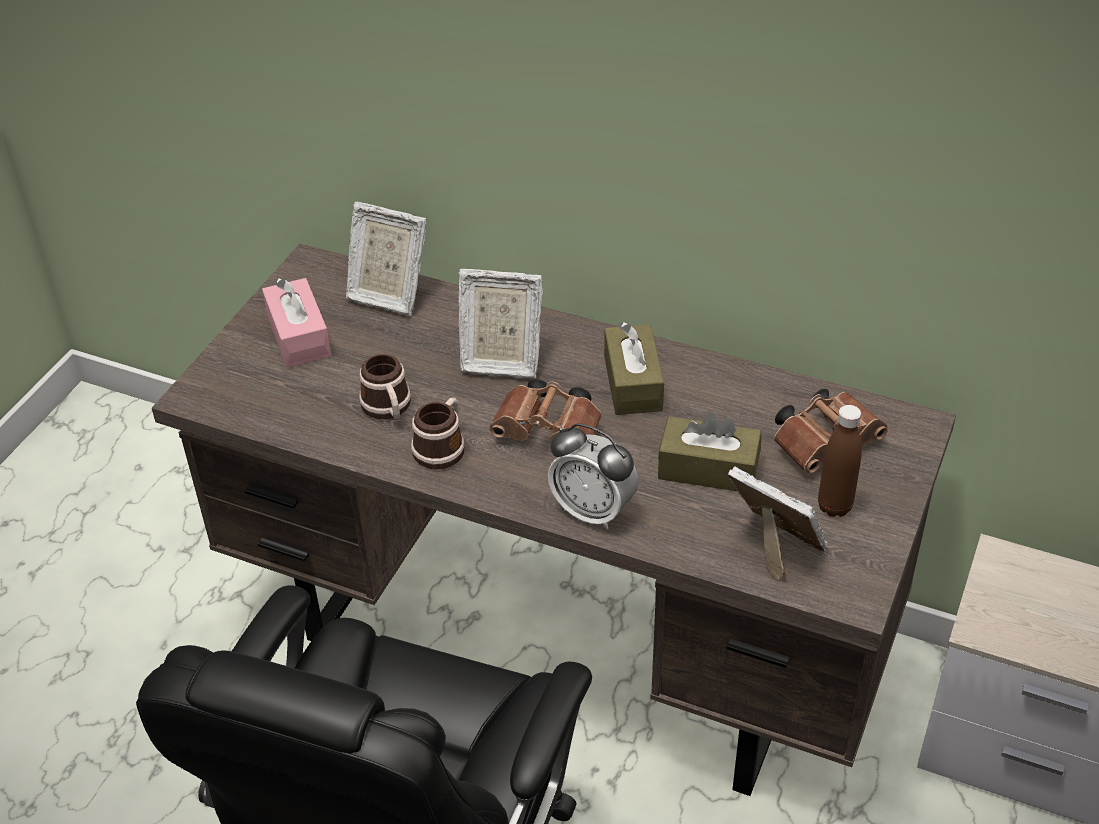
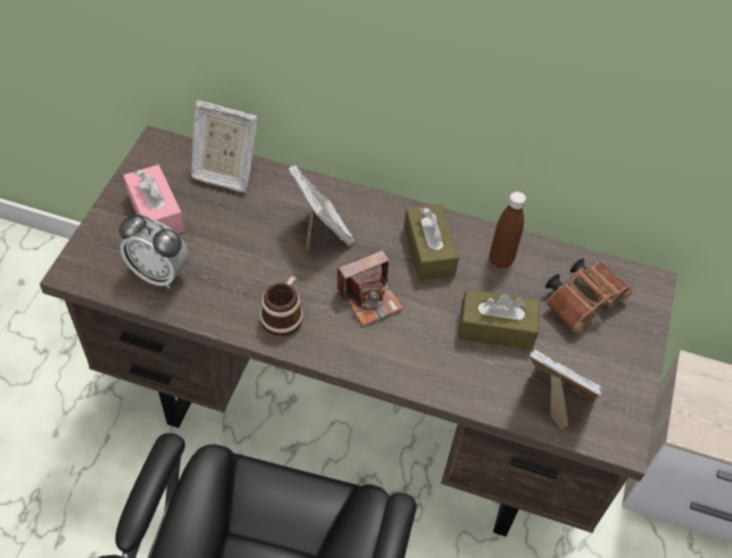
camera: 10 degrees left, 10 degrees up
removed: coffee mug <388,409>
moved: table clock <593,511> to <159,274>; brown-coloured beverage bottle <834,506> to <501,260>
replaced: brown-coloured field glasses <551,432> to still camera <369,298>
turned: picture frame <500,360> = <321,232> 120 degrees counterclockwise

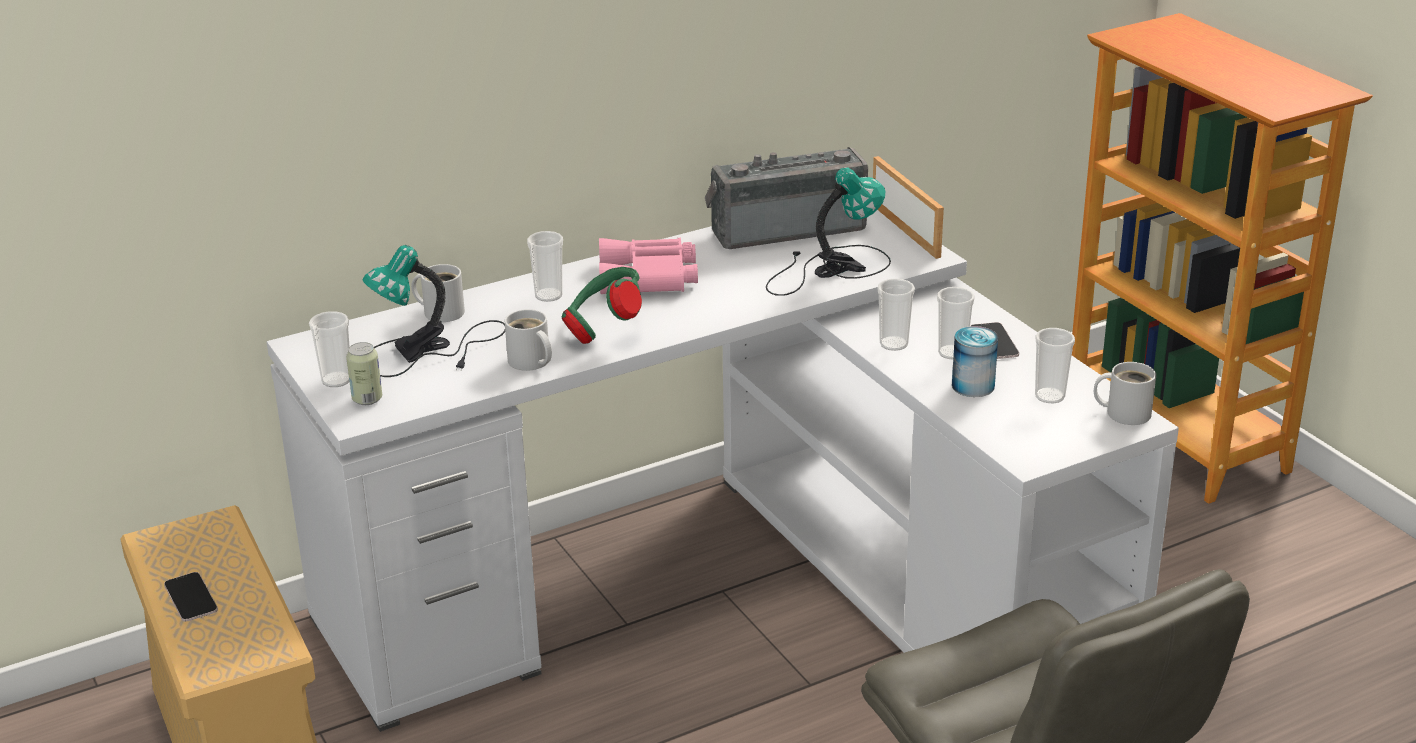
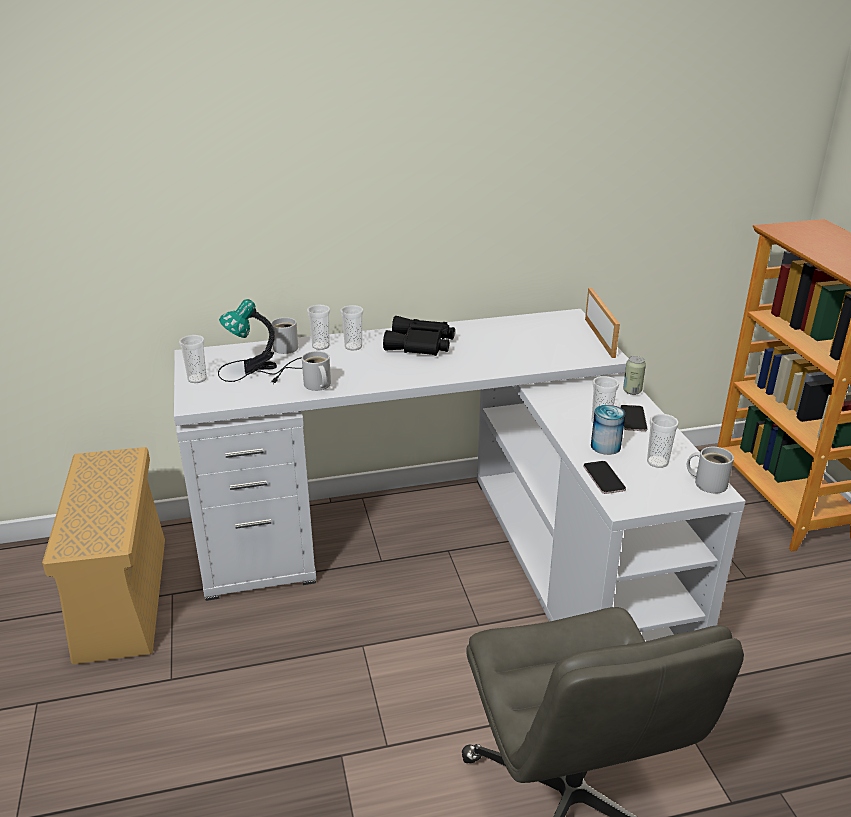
camera: 15 degrees right, 0 degrees up
removed: greenish pair of headphones <603,329>; radio <786,228>; tabletop lamp <829,268>
moved: drinking cup <893,344> to <321,346>; telephone <191,598> to <604,478>; metal can <367,399> to <632,391>
recoloured: pink-coloured field glasses <649,278> to black-coloured field glasses <420,345>

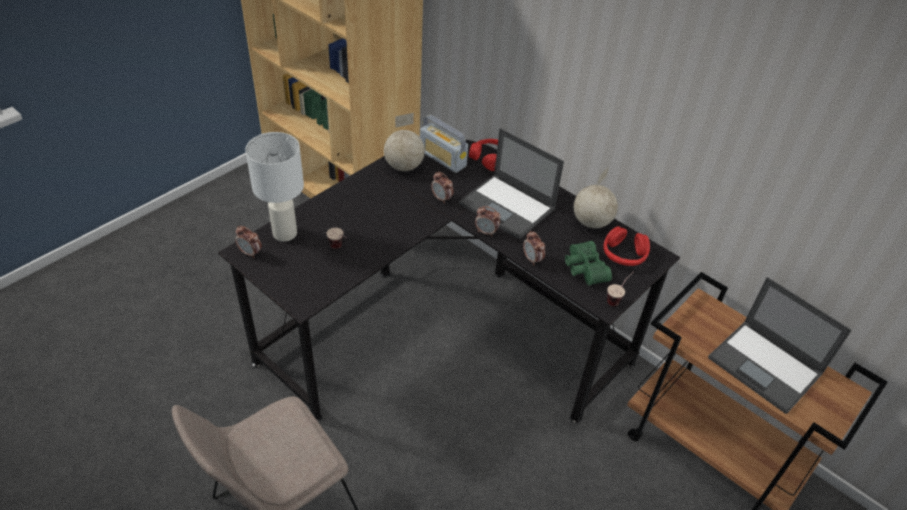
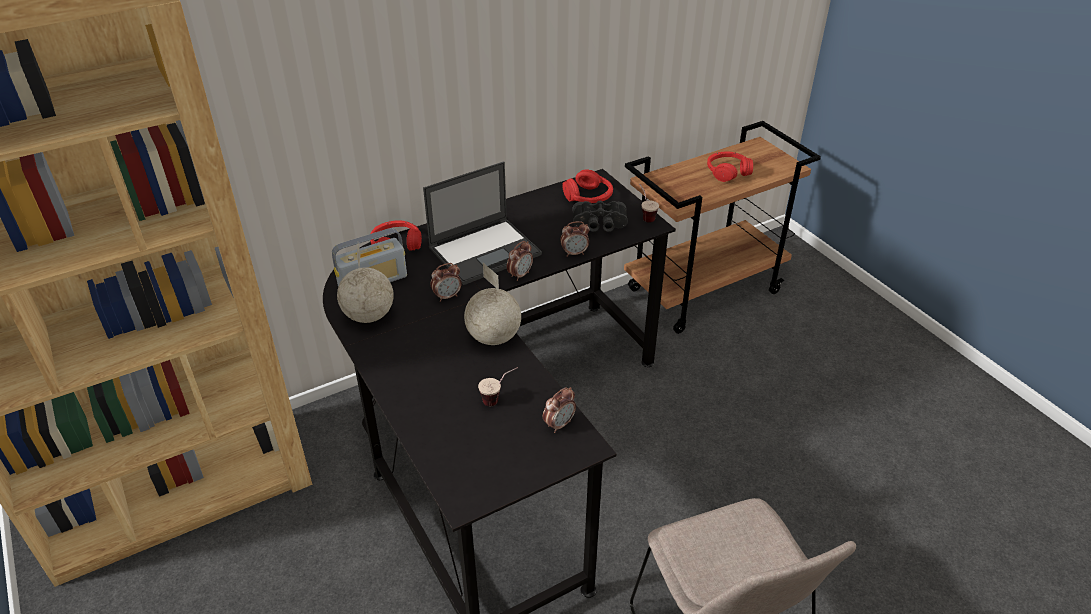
camera: 70 degrees left, 5 degrees down
removed: white tabletop lamp <285,233>
moved: globe <590,222> to <493,338>; table clock <250,253> to <559,424>
replaced: portable computer <766,367> to red-coloured pair of headphones <727,172>
recoloured: greenish field glasses <583,269> to black-coloured field glasses <599,225>

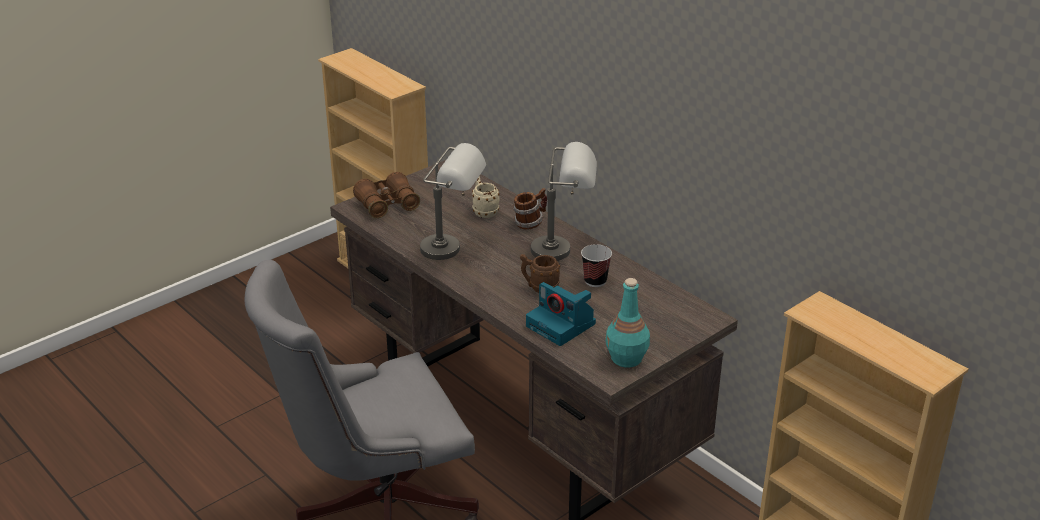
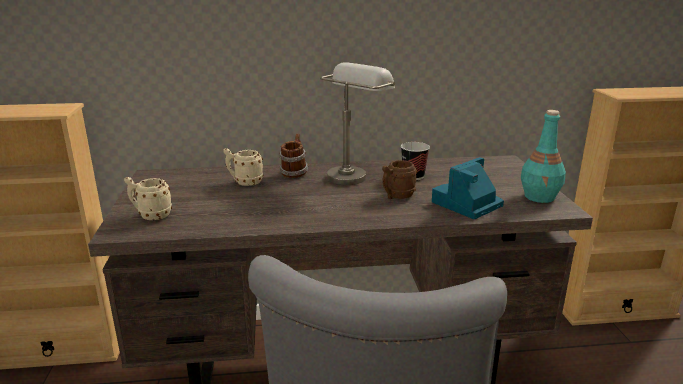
camera: 55 degrees left, 10 degrees down
removed: gray tabletop lamp <453,250>
replaced: brown-coloured field glasses <387,205> to beige coffee mug <150,215>
turned: still camera <562,325> = <466,204> 150 degrees clockwise

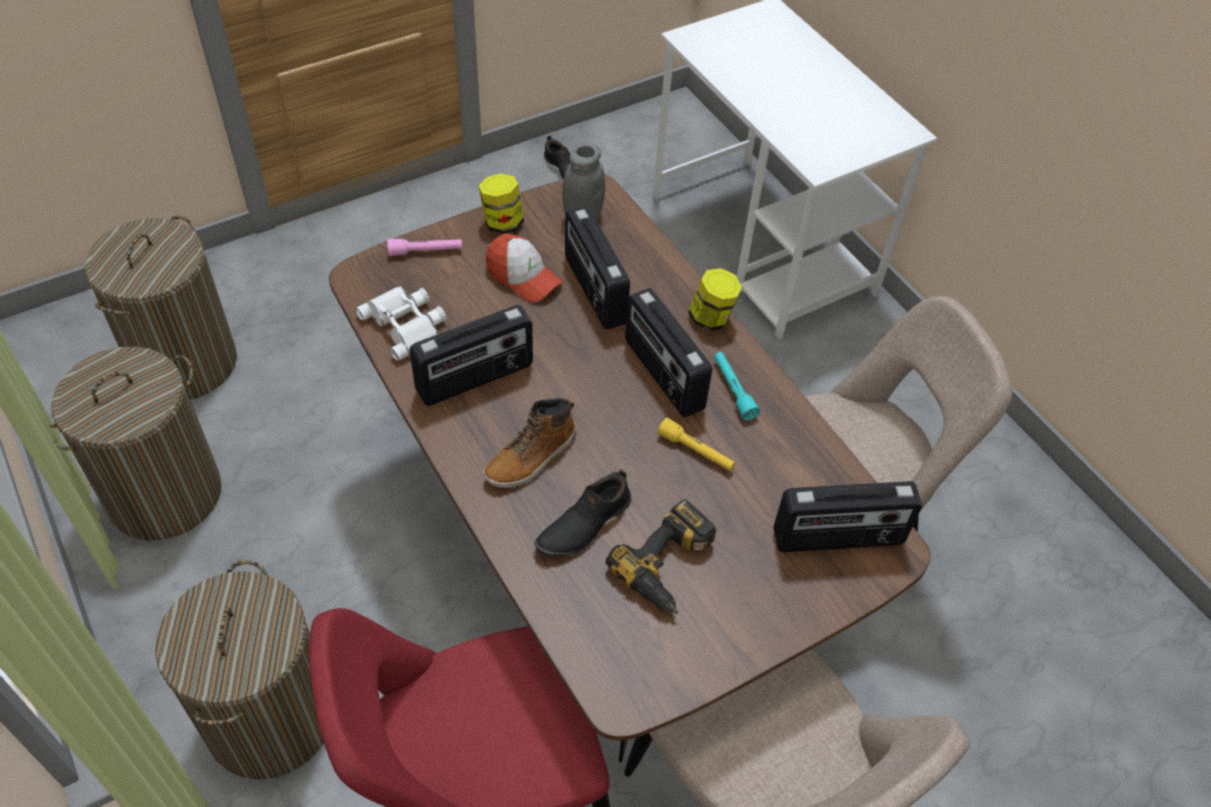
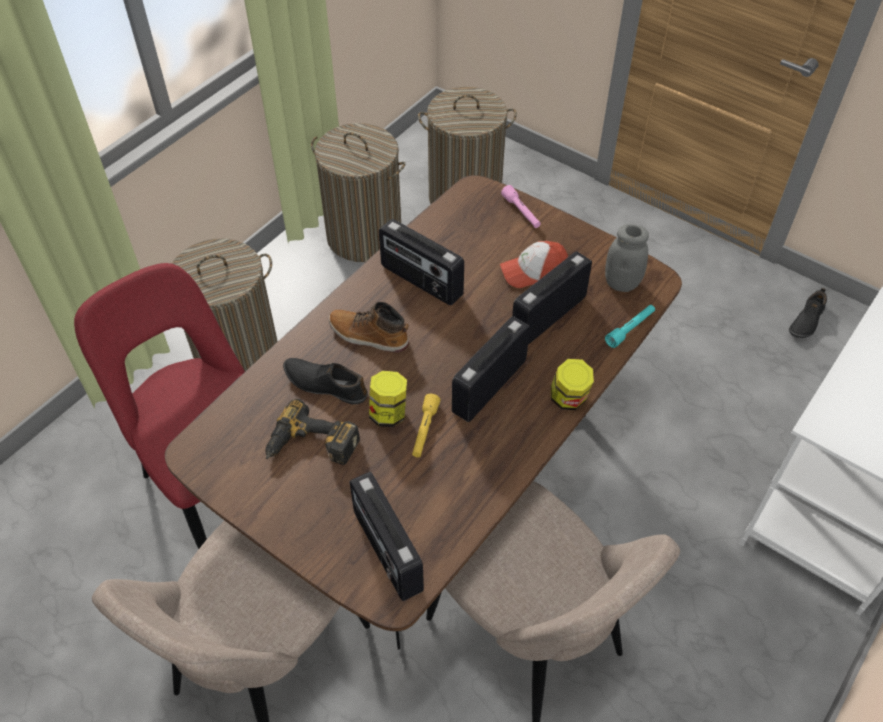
camera: 70 degrees right, 0 degrees up
removed: white field glasses <407,324>
moved: jar <502,223> to <389,413>; turquoise hand torch <733,390> to <630,329>
turned: peaked cap <523,277> = <533,271> 60 degrees clockwise

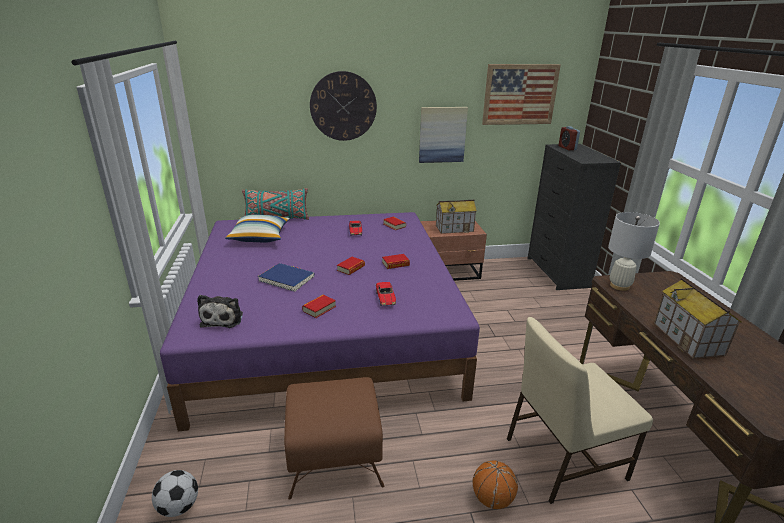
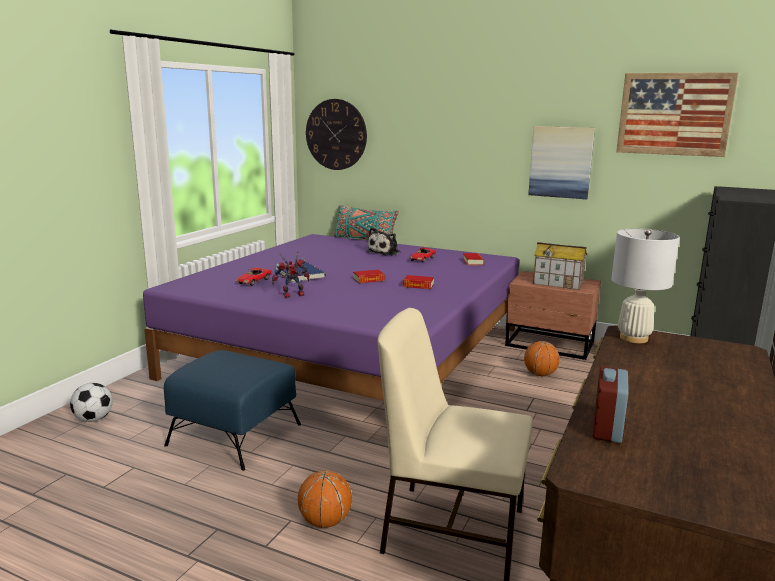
camera: 35 degrees right, 10 degrees down
removed: pillow <260,237>; toy house <688,339>
added: basketball ball <540,374>
moved: model car <385,298> to <254,281>; clock on the wall <343,106> to <336,134>; cuddly toy <223,318> to <385,252>; table clock <567,148> to <607,429>
replaced: bound book <319,309> to toy robot <291,296>
recoloured: brown-coloured pouffe <335,455> to bluish pouffe <235,435>

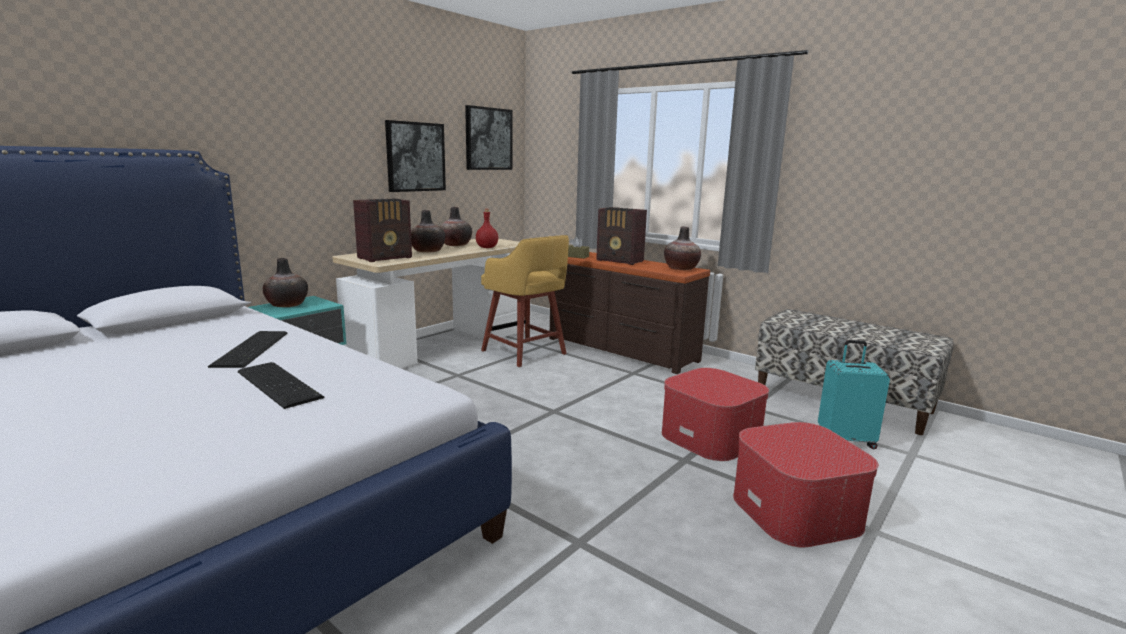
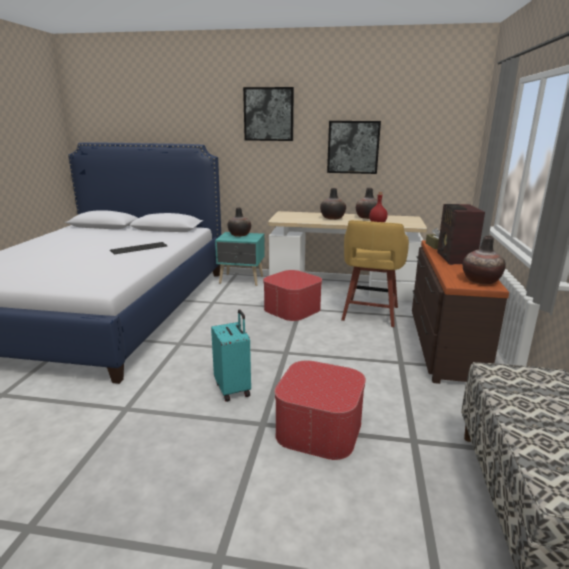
camera: 60 degrees right, 5 degrees up
removed: PC keyboard <280,383>; radio <386,258>
moved: turquoise travel case <845,440> to <233,389>; wall picture <488,139> to <268,114>; pouffe <796,510> to <292,309>

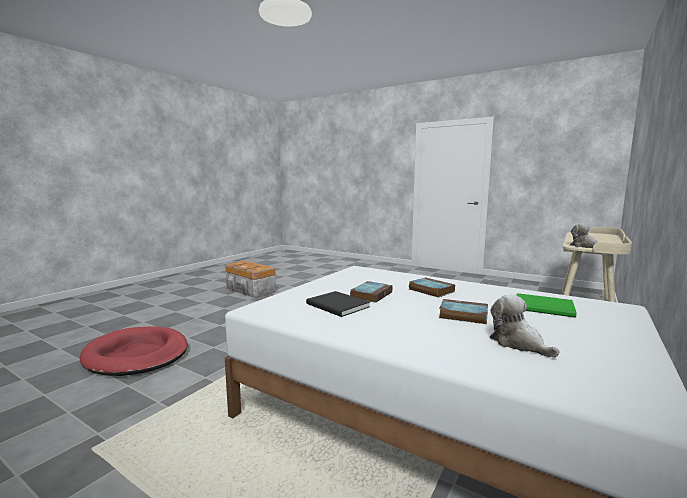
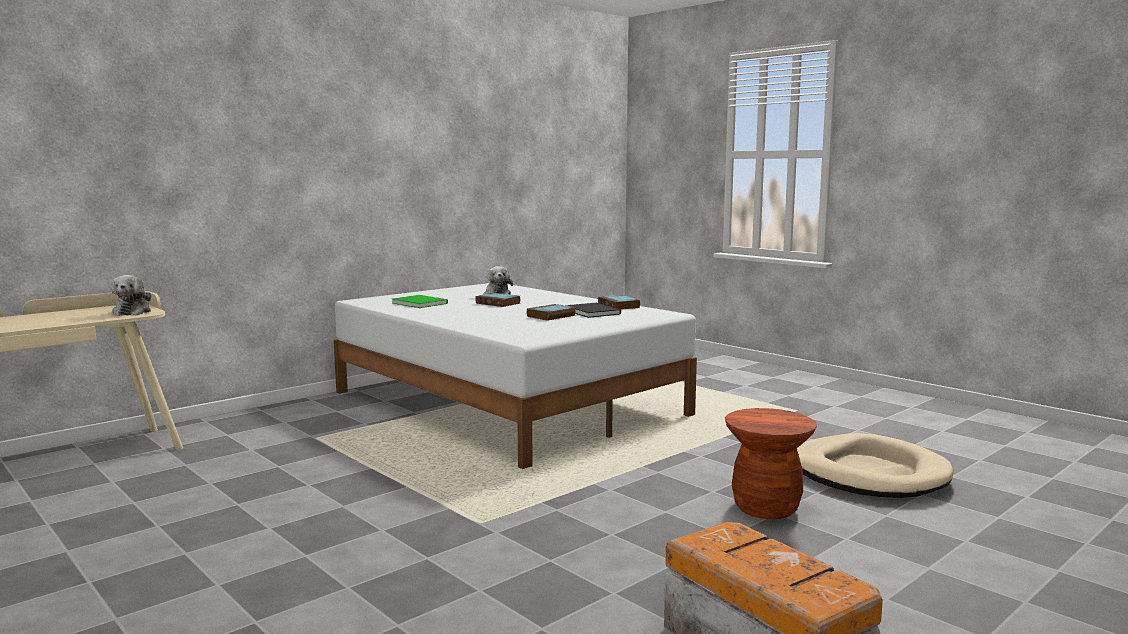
camera: 165 degrees left, 0 degrees up
added: brown-coloured sitting stool <766,508>
moved: bound book <430,290> to <619,306>
recoloured: red-coloured dog cushion <137,355> to beige dog cushion <867,473>

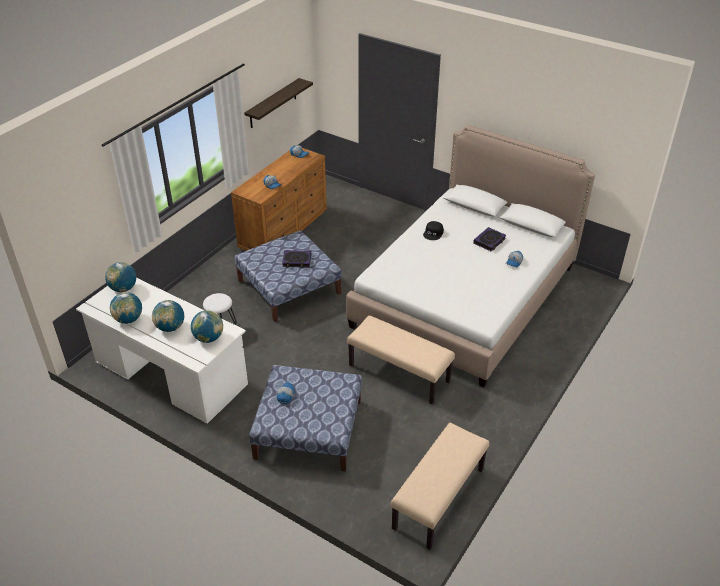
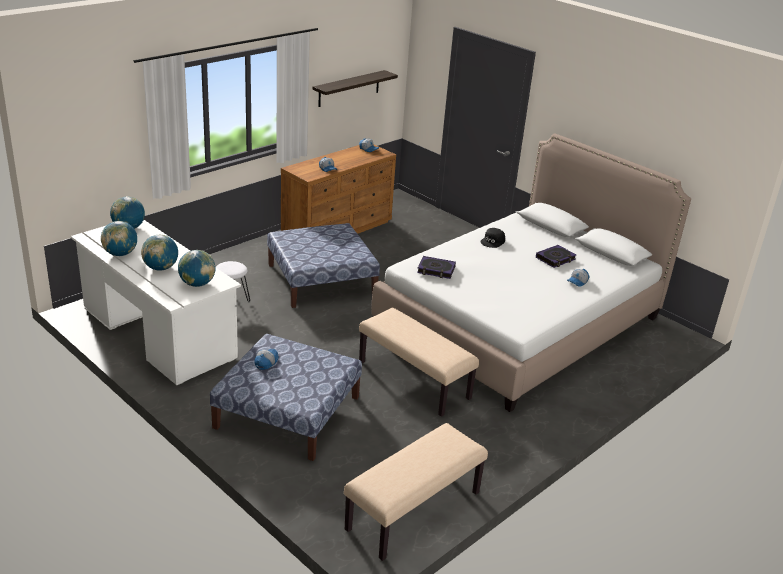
camera: 10 degrees right, 10 degrees down
moved: bound book <297,261> to <436,270>

